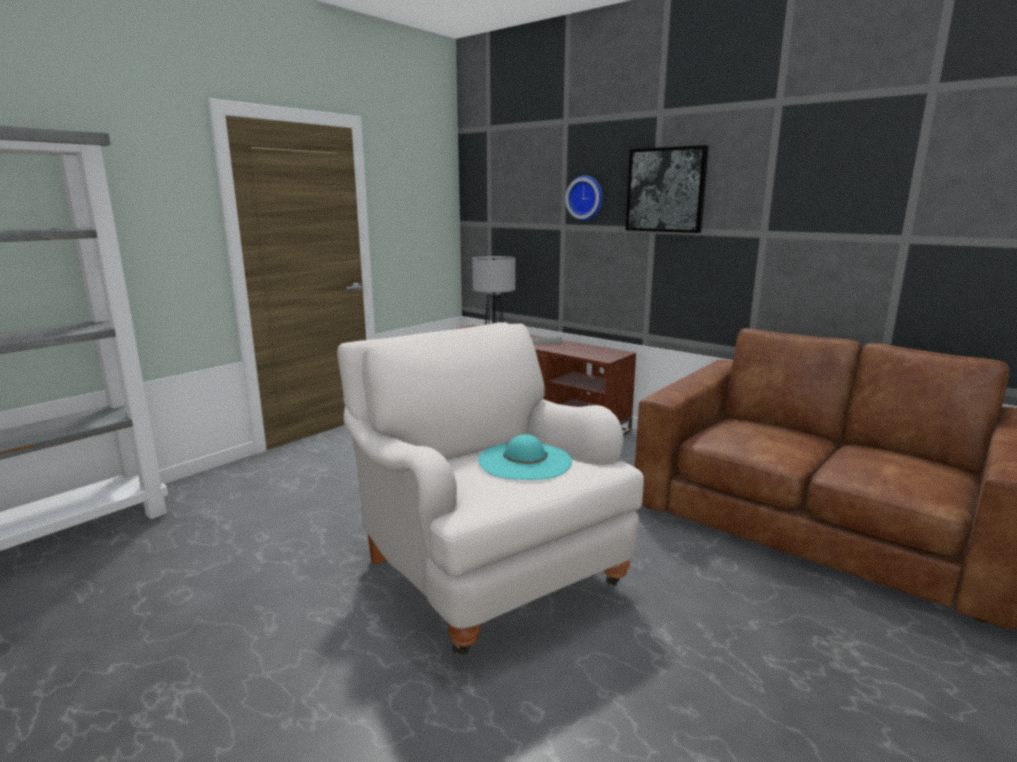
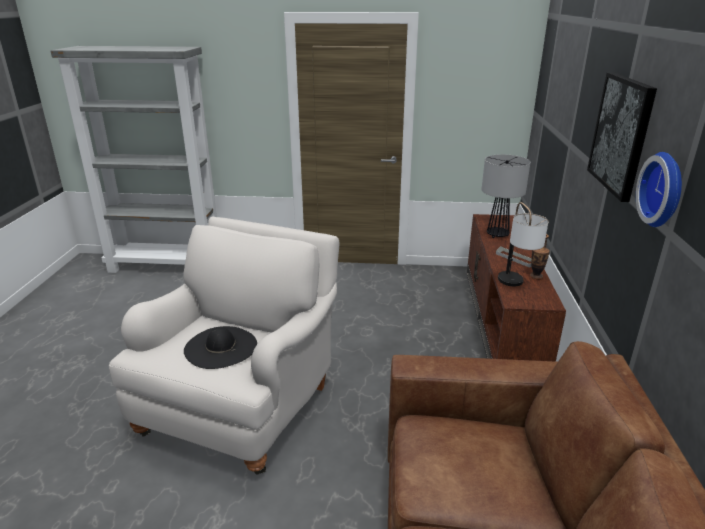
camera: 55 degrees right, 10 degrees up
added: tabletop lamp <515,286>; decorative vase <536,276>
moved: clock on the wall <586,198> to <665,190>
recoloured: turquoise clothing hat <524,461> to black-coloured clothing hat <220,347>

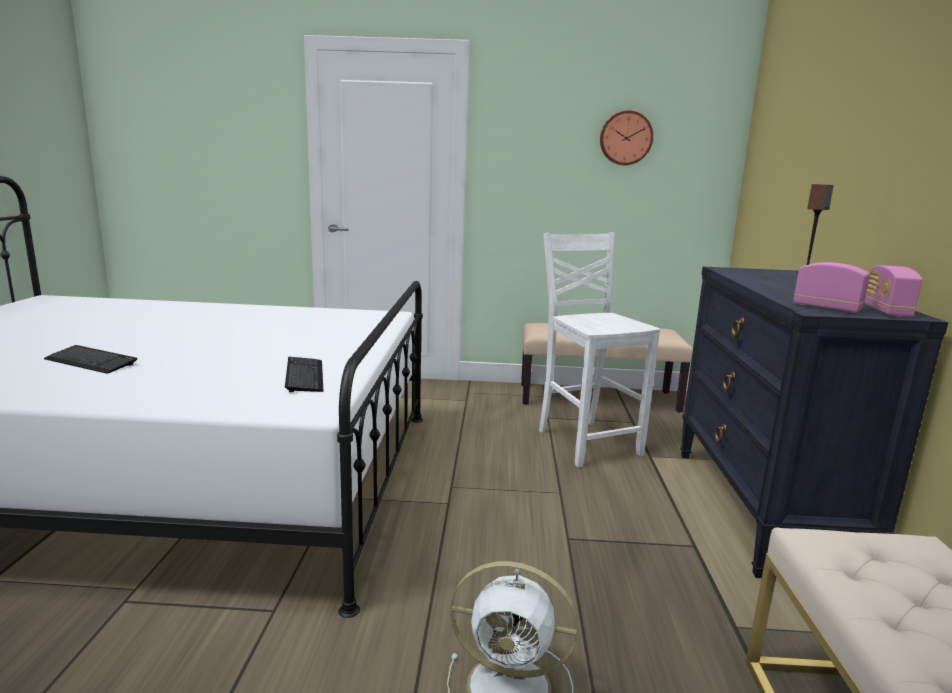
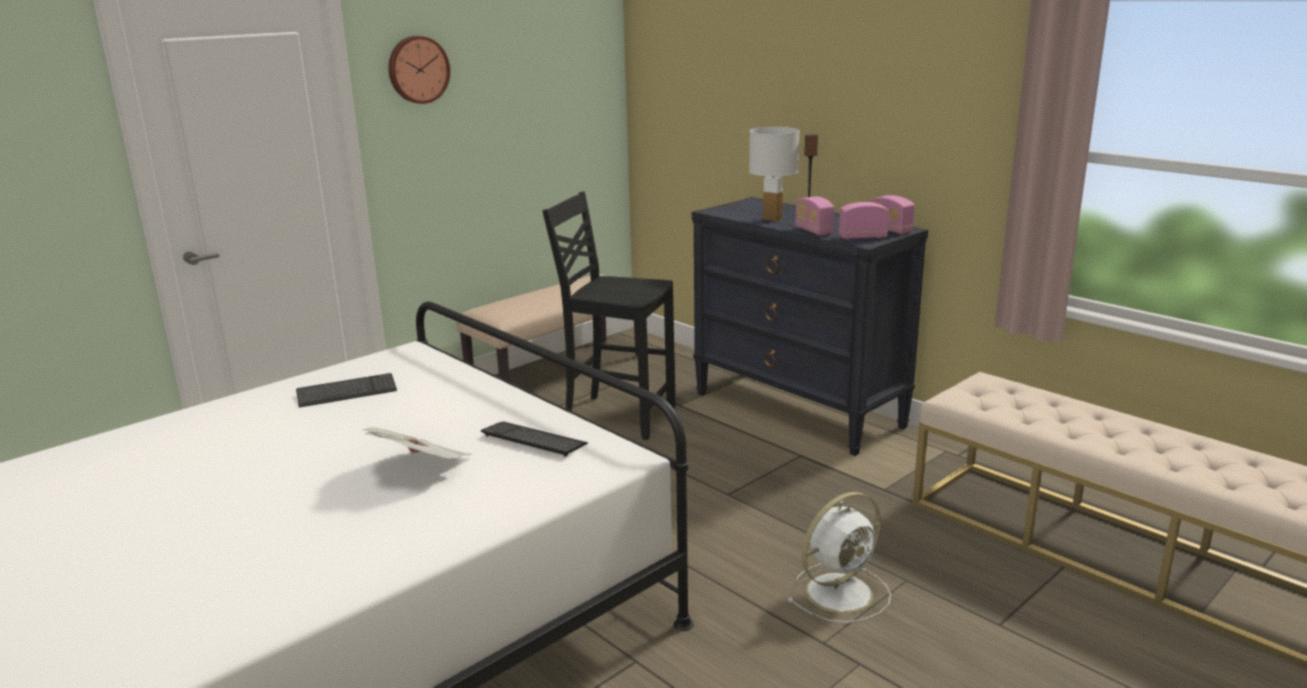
camera: 45 degrees left, 5 degrees up
added: daily paper <422,468>; white tabletop lamp <773,219>; radio <813,231>
moved: PC keyboard <91,361> to <347,392>; clock on the wall <625,138> to <417,69>
recoloured: white chair <586,442> to black-coloured chair <617,416>

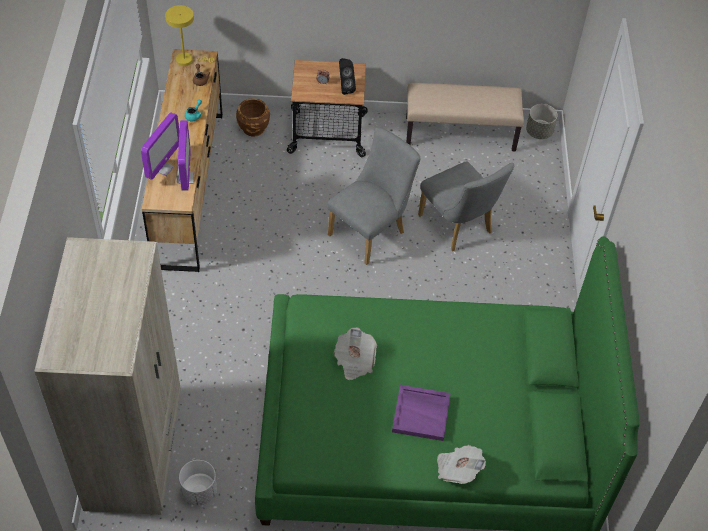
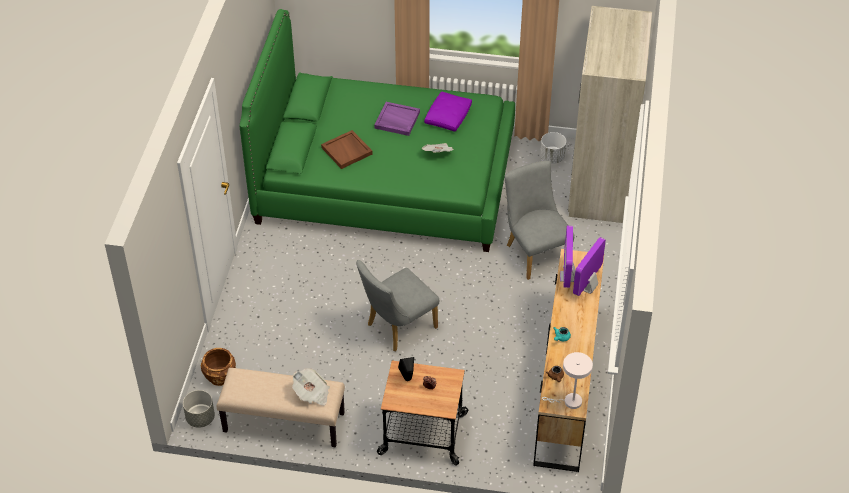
camera: 170 degrees left, 5 degrees down
added: brown-coloured carrying tray <347,151>; purple-coloured pillow <448,116>
moved: brown-coloured flower pot <253,128> to <220,376>; daily paper <458,469> to <312,394>; gray chair <458,227> to <534,252>
recoloured: yellow tabletop lamp <187,60> to white tabletop lamp <569,402>

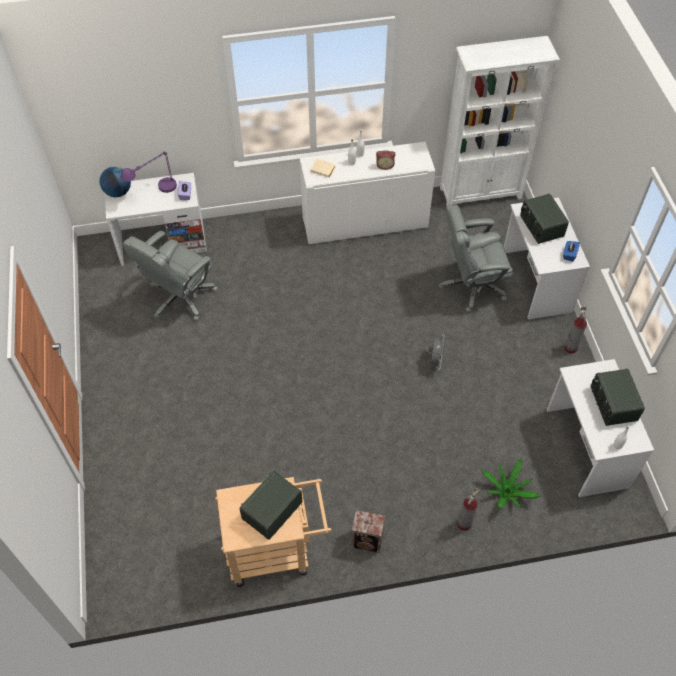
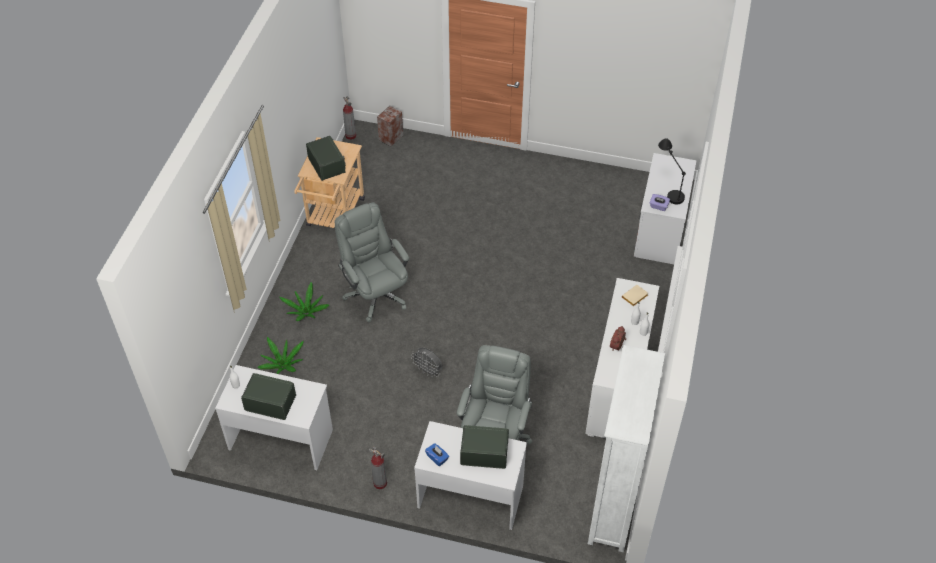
camera: 115 degrees right, 5 degrees down
removed: globe <118,192>
added: potted plant <306,312>
moved: gray office chair <180,298> to <376,294>; fire extinguisher <464,523> to <350,136>; audio speaker <368,541> to <390,138>
recoloured: purple-coloured tabletop lamp <154,194> to black-coloured tabletop lamp <669,187>

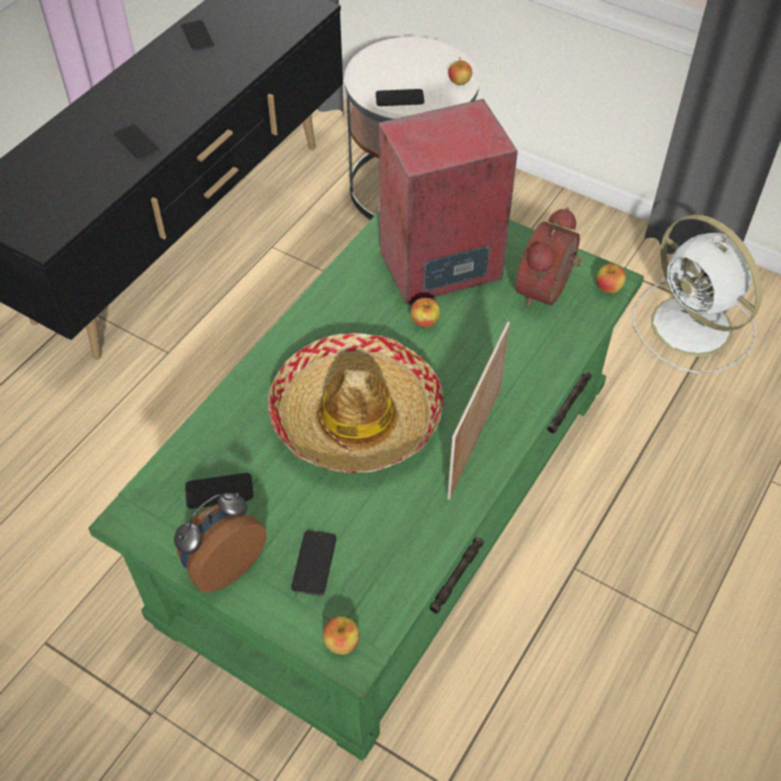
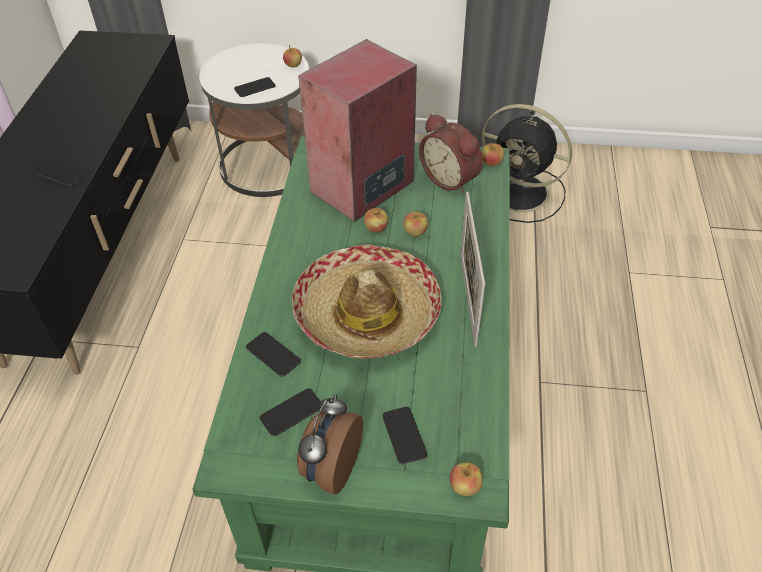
camera: 25 degrees left, 5 degrees down
added: apple <415,232>
moved: telephone <197,36> to <273,355>
recoloured: white electric fan <694,328> to black-coloured electric fan <521,193>
turned: table clock <548,291> = <451,179> 45 degrees counterclockwise

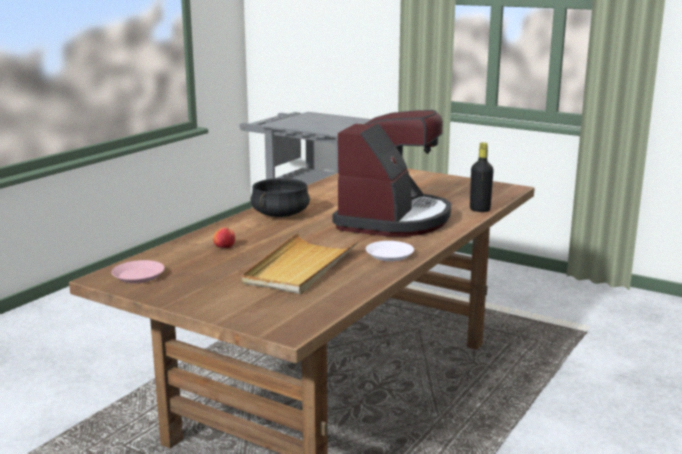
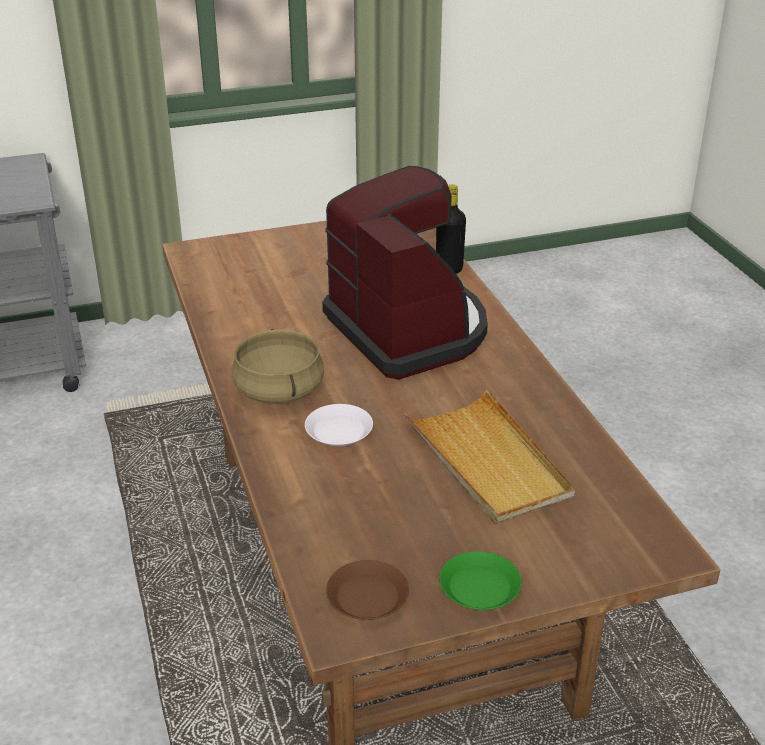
camera: 50 degrees left, 15 degrees up
removed: apple <224,247>
added: greenish dinner plate <480,587>
moved: white dinner plate <389,255> to <339,431>
recoloured: black-coloured saucepot <280,214> to beige saucepot <280,391>; pink-coloured dinner plate <139,275> to brown-coloured dinner plate <367,596>

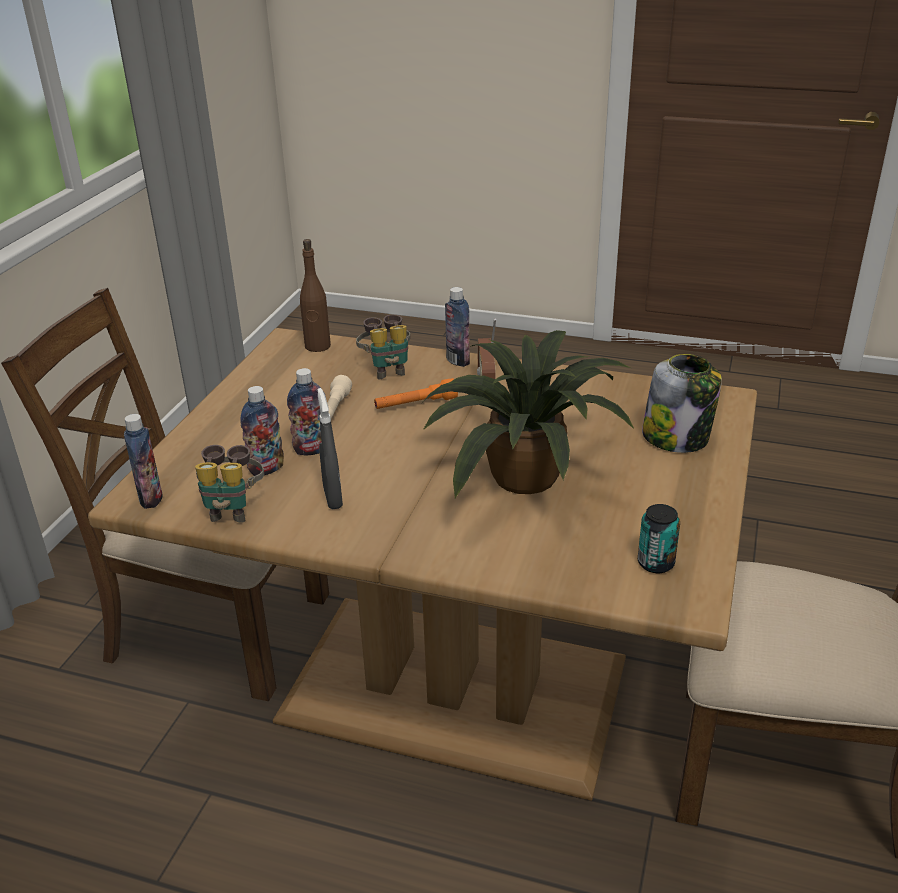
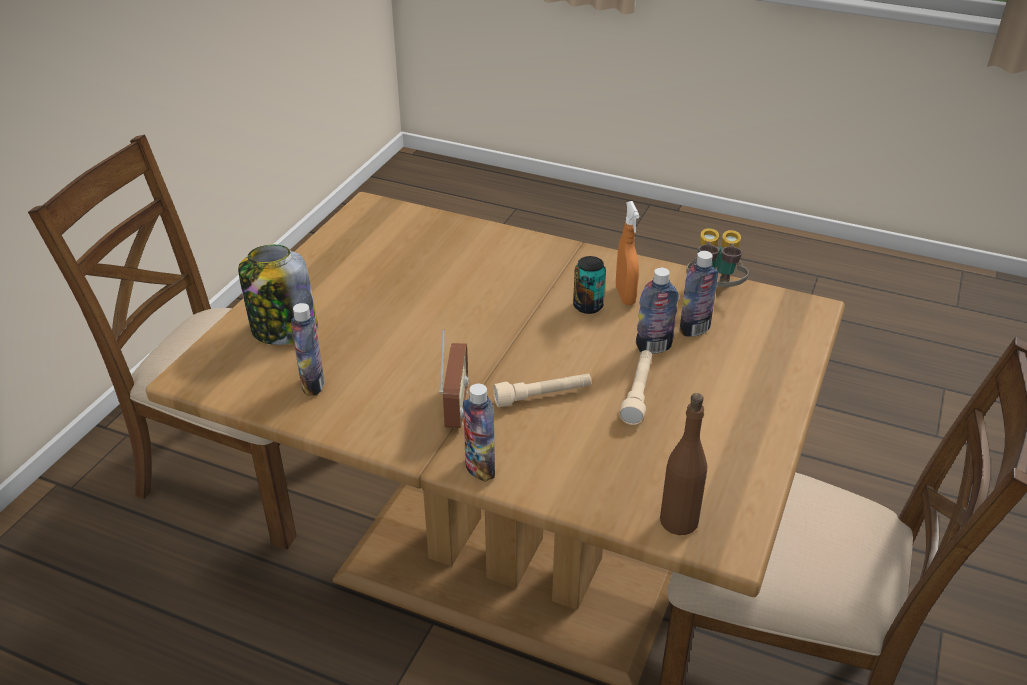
camera: 175 degrees left, 5 degrees up
removed: field glasses <387,369>; potted plant <525,480>
moved: beverage bottle <151,498> to <313,384>; metal can <655,563> to <588,306>
recoloured: orange-coloured hand torch <415,404> to beige hand torch <543,396>; gray spray bottle <333,498> to orange-coloured spray bottle <625,296>

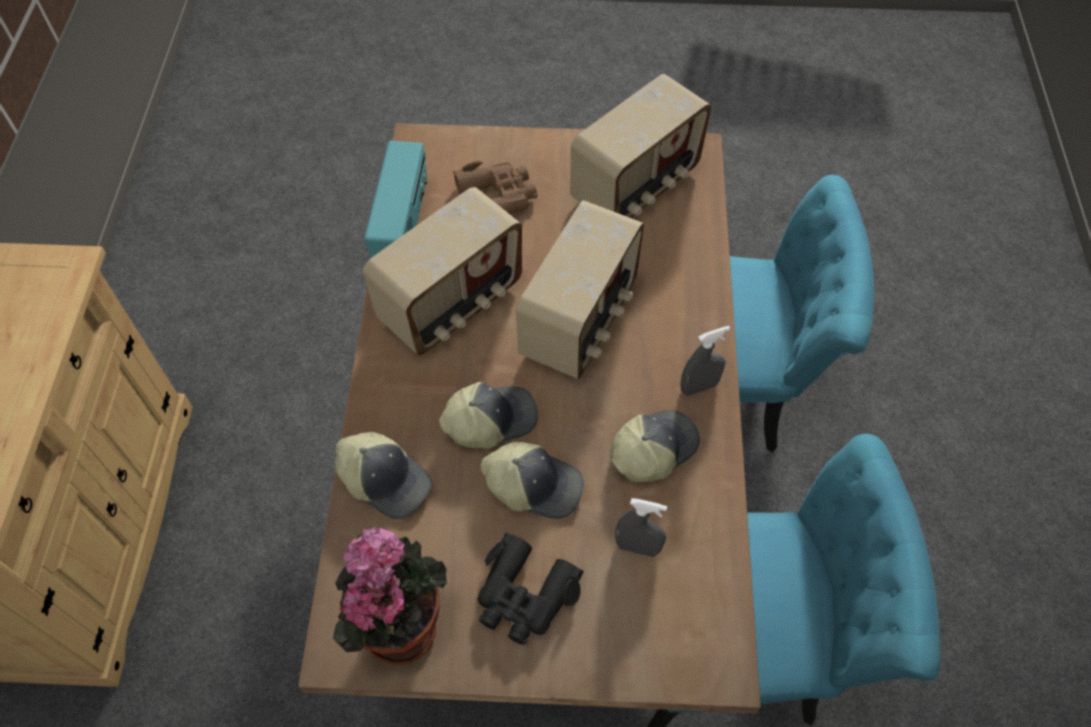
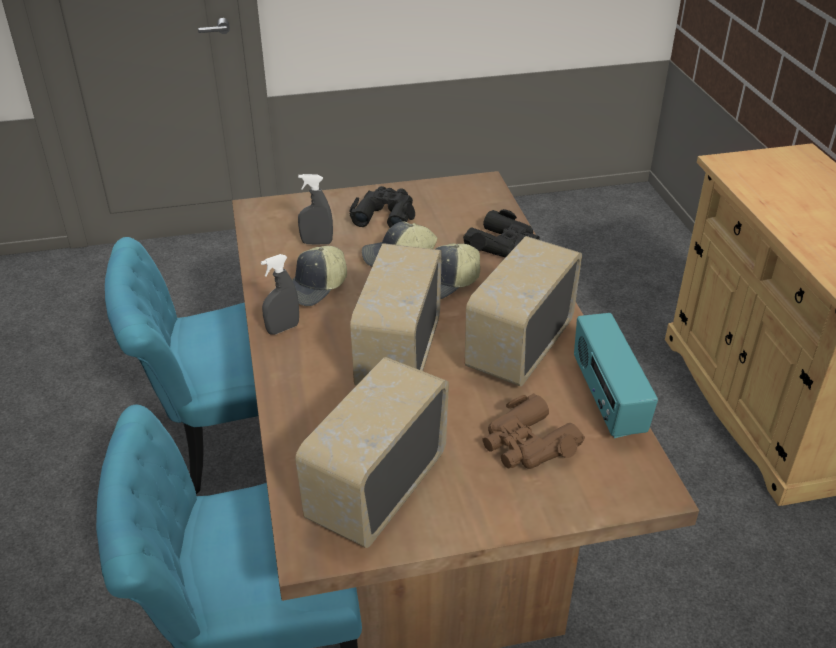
camera: 165 degrees right, 20 degrees down
removed: potted plant <399,622>
replaced: peaked cap <386,479> to black-coloured field glasses <503,244>

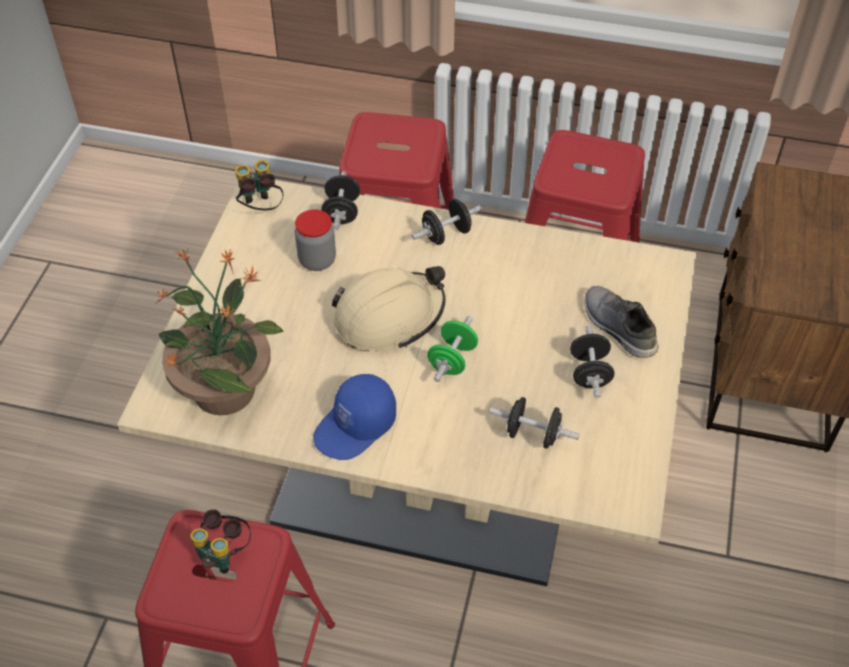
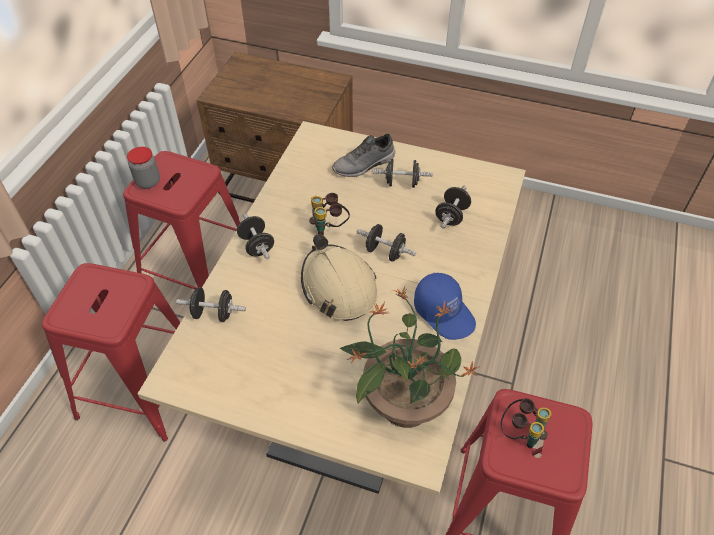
camera: 85 degrees left, 0 degrees up
moved: jar <317,260> to <148,182>; field glasses <260,208> to <329,228>
recoloured: greenish hand weight <452,360> to black-coloured hand weight <385,252>

